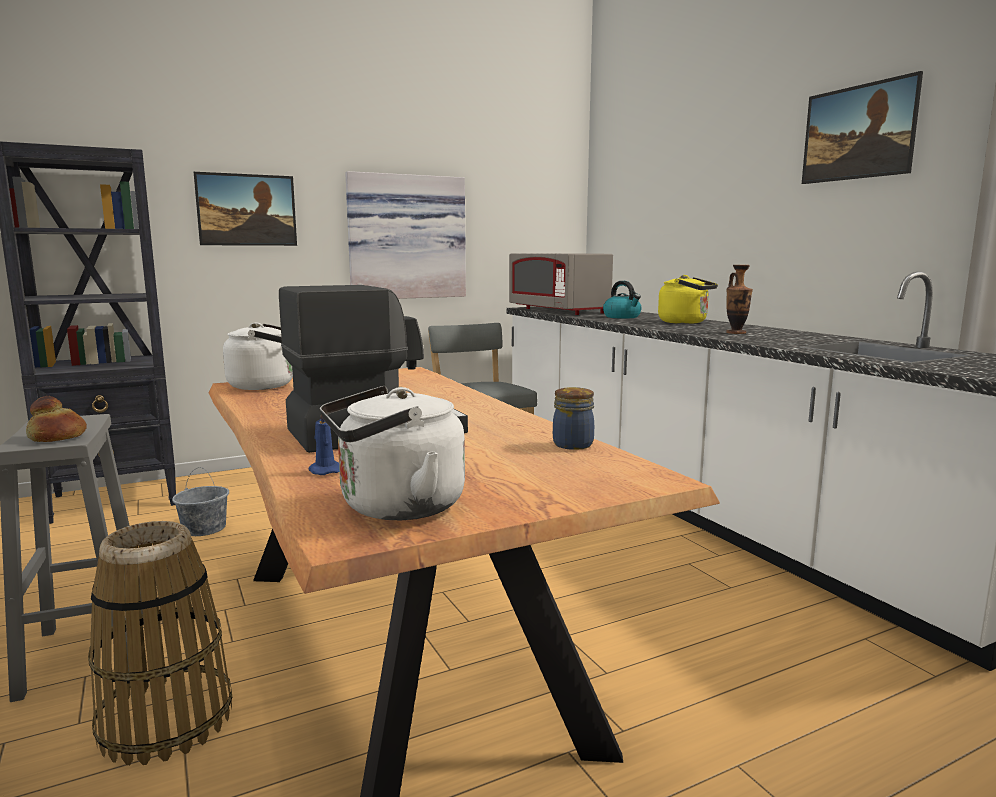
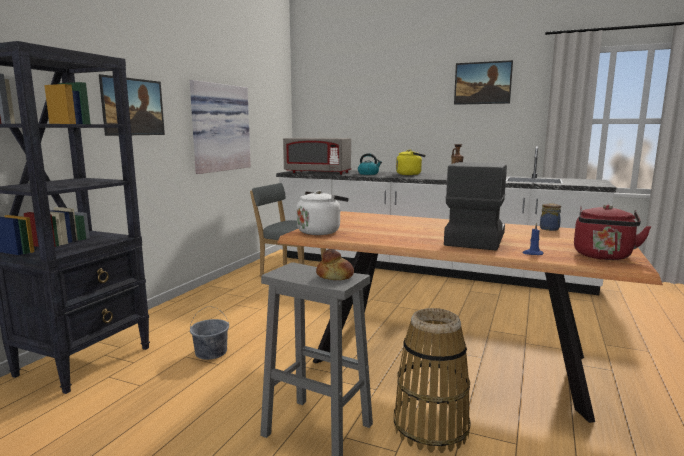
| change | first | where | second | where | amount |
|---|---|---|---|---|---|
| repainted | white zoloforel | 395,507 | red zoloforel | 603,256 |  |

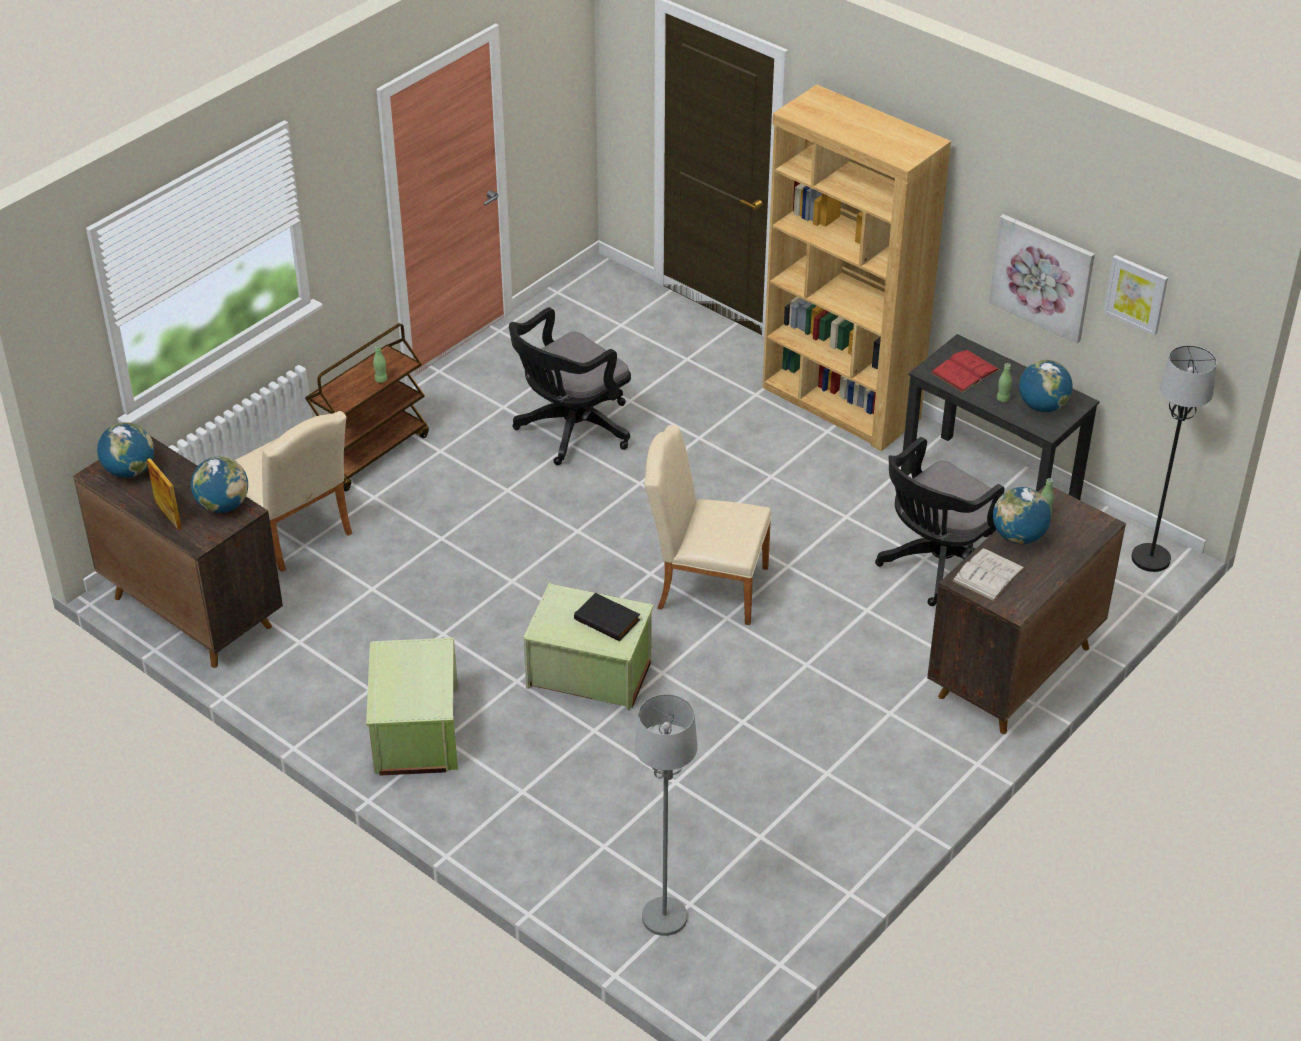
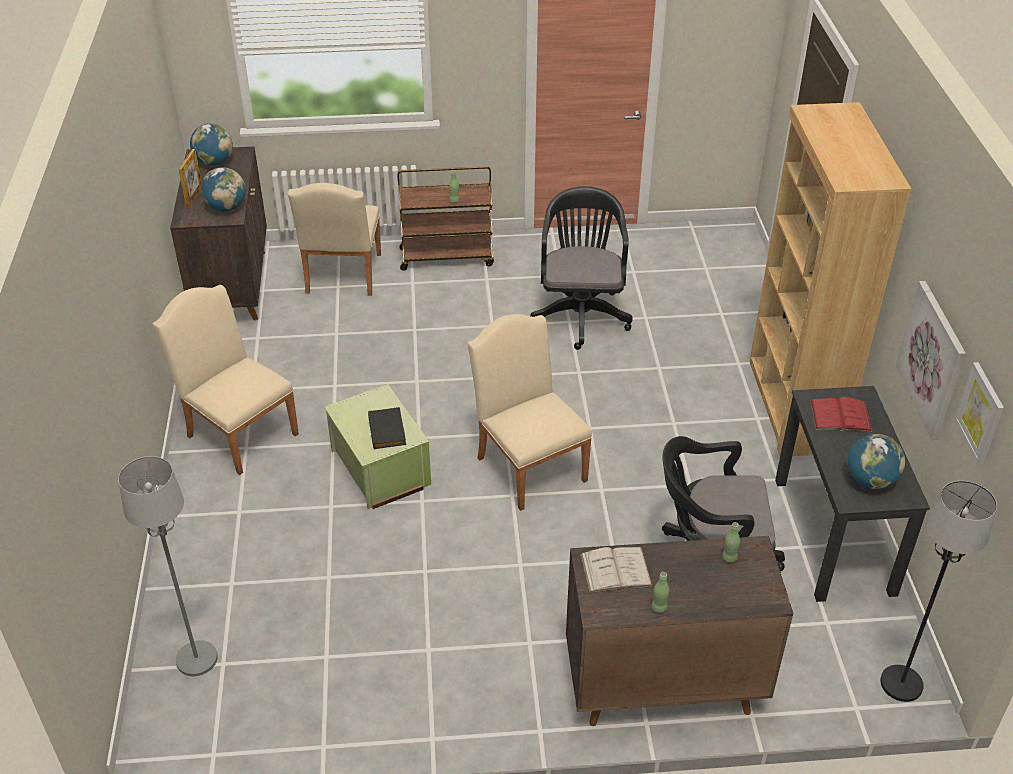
| change | first | where | second | where | amount |
|---|---|---|---|---|---|
| swapped | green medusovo | 415,731 | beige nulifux | 238,431 |  |
| rotated | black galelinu | 570,431 |  | 580,313 | 90 degrees clockwise |
| gone | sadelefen | 1018,537 |  |  |  |
| shifted | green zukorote | 1002,399 |  | 659,607 |  |

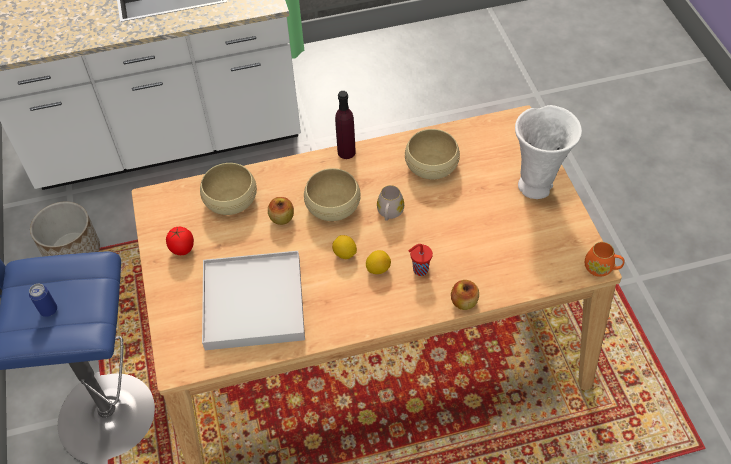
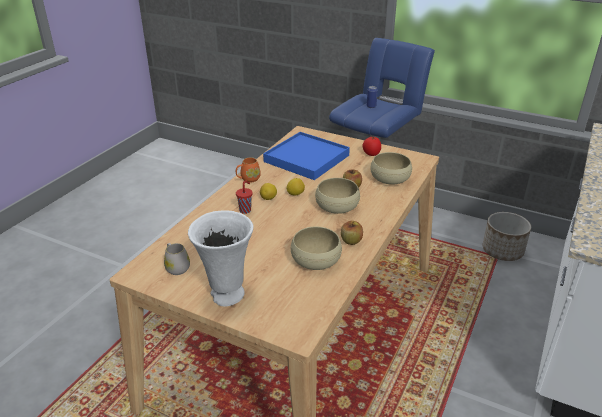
| change | first | where | second | where | amount |
|---|---|---|---|---|---|
| repainted | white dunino | 253,303 | blue dunino | 307,158 |  |
| gone | purple zukorote | 346,152 |  |  |  |
| shifted | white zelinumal | 389,213 |  | 176,267 |  |
| shifted | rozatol | 464,302 |  | 351,241 |  |
| shifted | orange zelinumal | 601,268 |  | 248,179 |  |

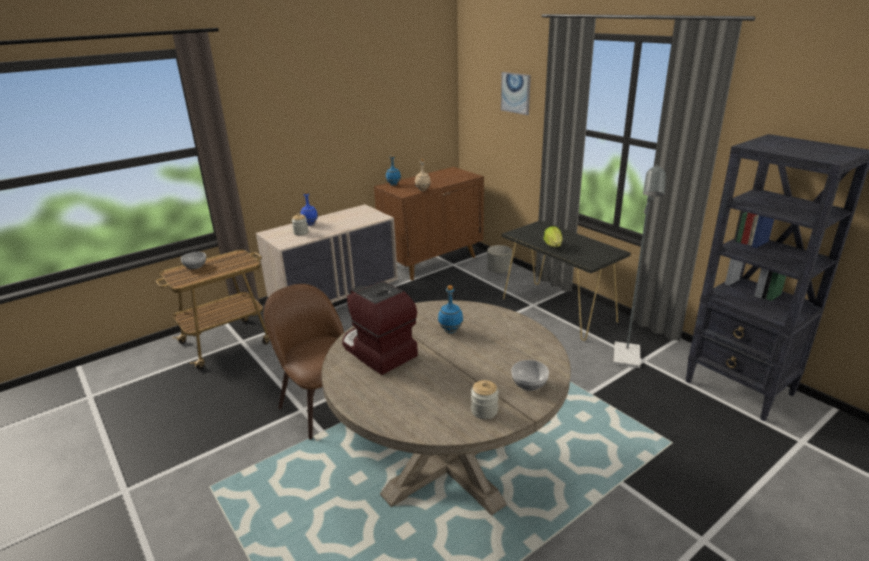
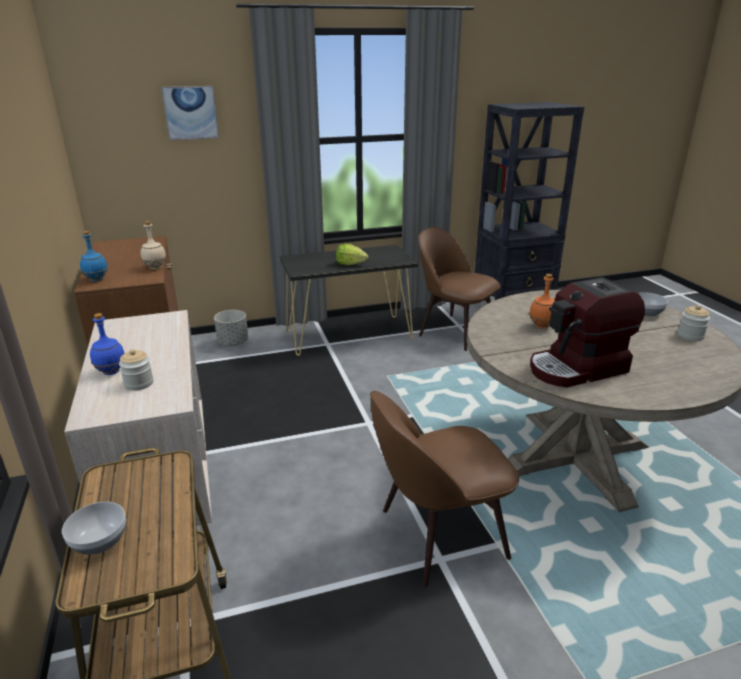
| change | first | where | second | where | amount |
|---|---|---|---|---|---|
| repainted | blue zukorote | 450,330 | orange zukorote | 542,326 |  |
| swapped | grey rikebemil | 626,360 | brown nulifux | 454,331 |  |

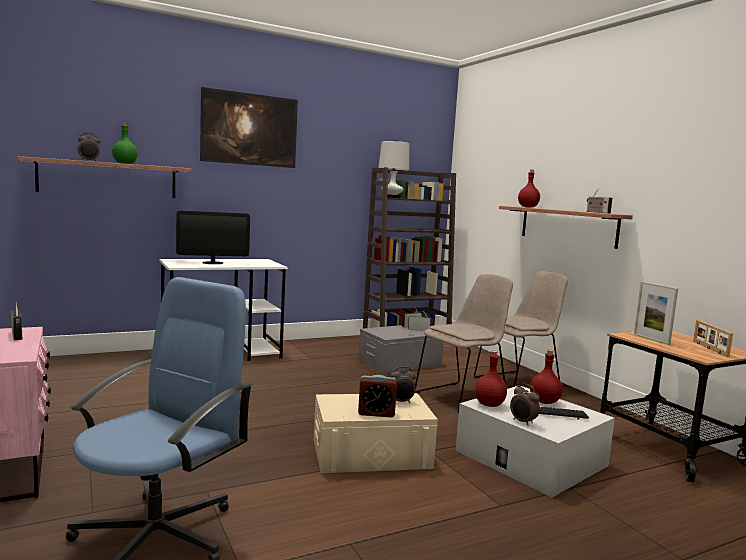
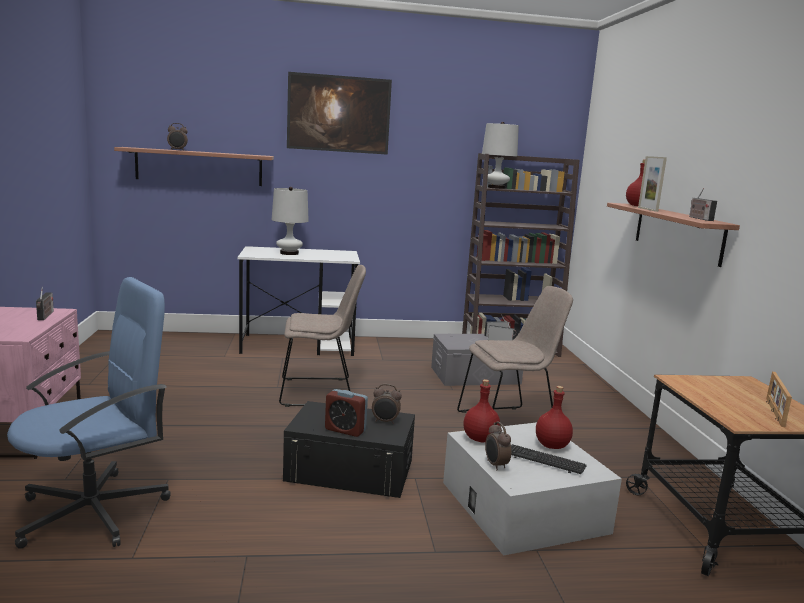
| change | first | where | second | where | amount |
|---|---|---|---|---|---|
| gone | green zukorote | 125,163 |  |  |  |
| swapped | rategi | 212,263 | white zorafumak | 289,253 |  |
| repainted | beige medusovo | 371,454 | black medusovo | 350,470 |  |
| shifted | beige nulifux | 518,384 |  | 320,392 |  |
| shifted | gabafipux | 651,339 |  | 647,209 |  |

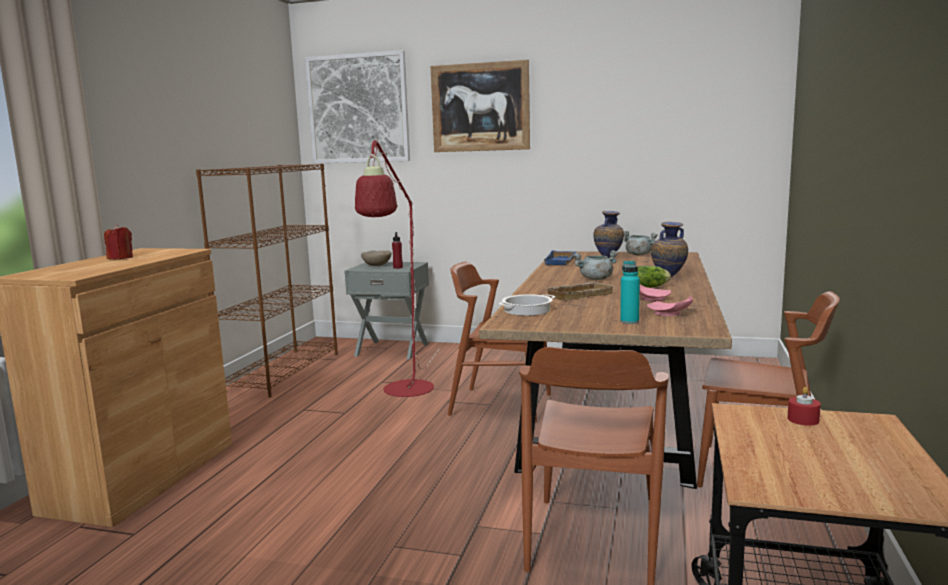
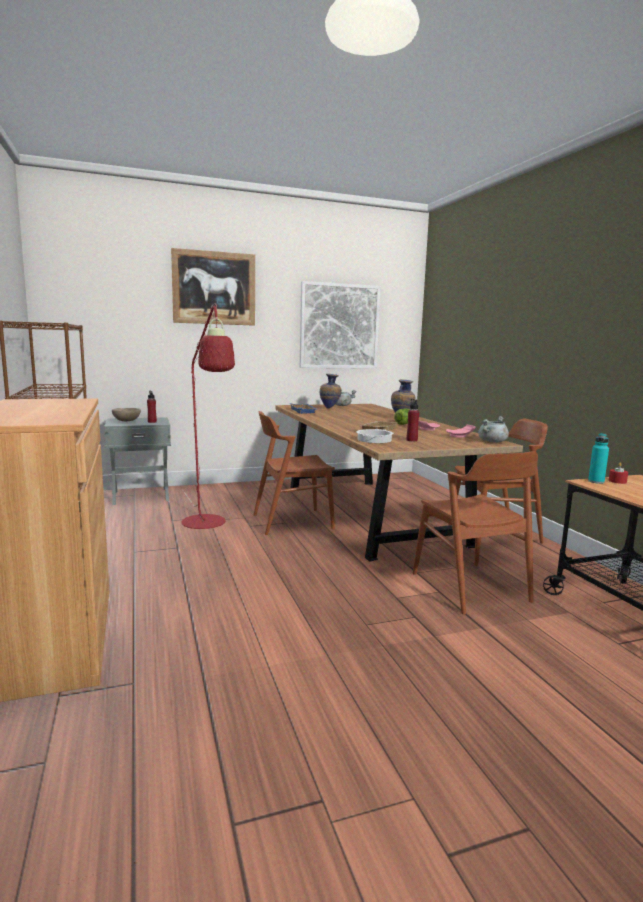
| change | first | where | second | where | amount |
|---|---|---|---|---|---|
| gone | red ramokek | 120,258 |  |  |  |
| shifted | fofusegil | 358,109 |  | 339,326 |  |
| shifted | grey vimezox | 596,279 |  | 492,442 |  |
| shifted | turquoise zukorote | 629,321 |  | 596,481 |  |
| new |  |  | red zukorote | 411,440 |  |

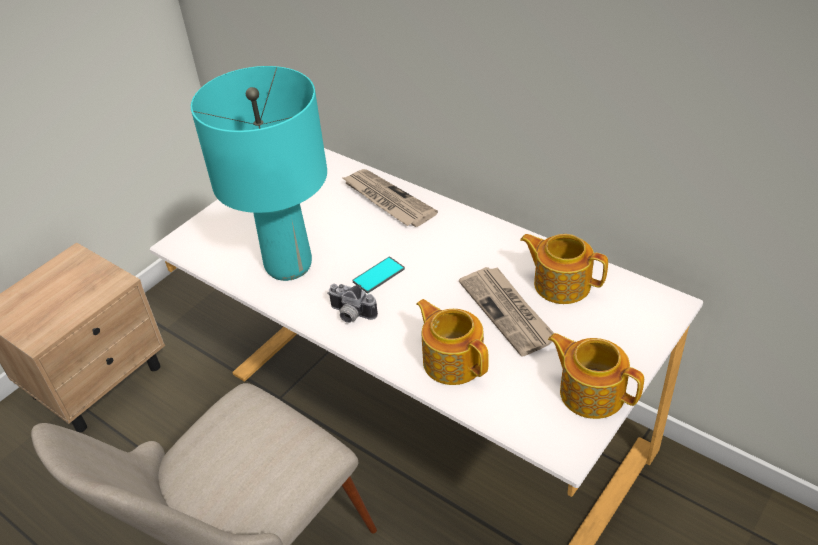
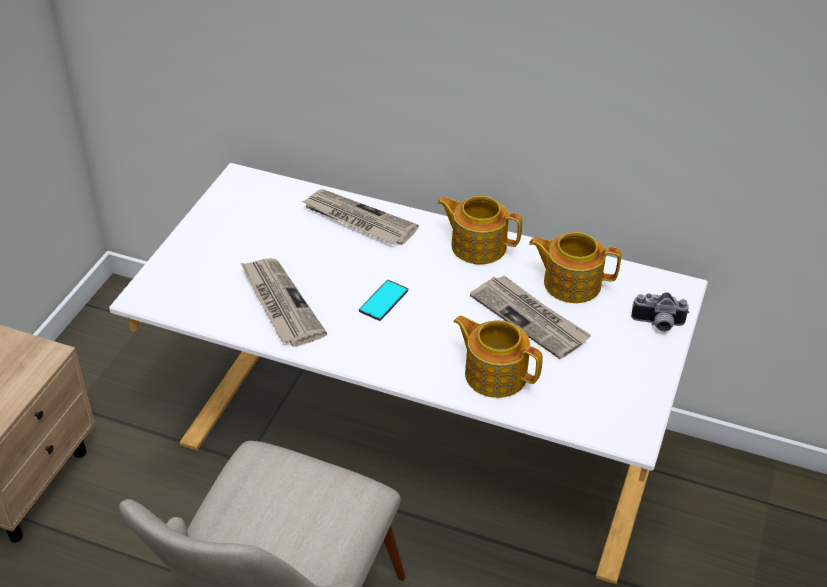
| change | first | where | second | where | amount |
|---|---|---|---|---|---|
| swapped | turquoise zorafumak | 288,265 | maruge | 280,304 |  |
| shifted | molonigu | 350,315 |  | 657,324 |  |
| shifted | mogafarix | 591,392 |  | 477,245 |  |

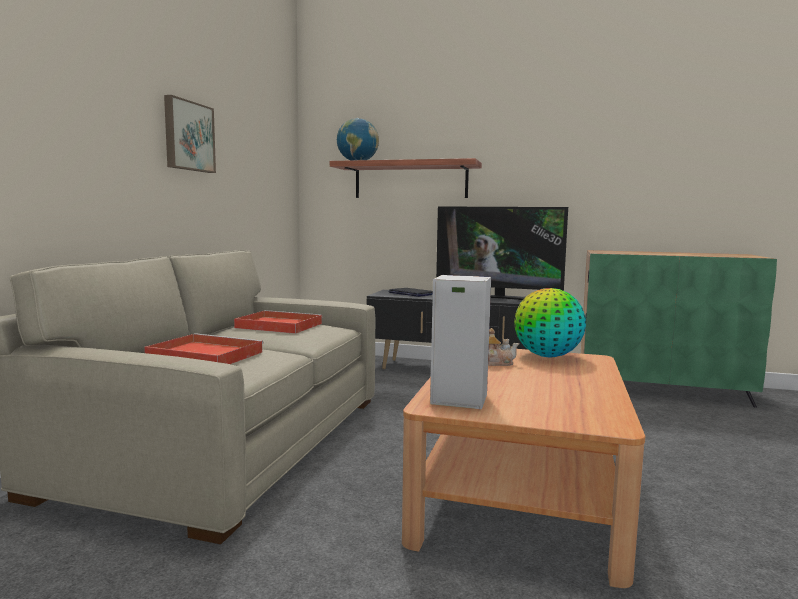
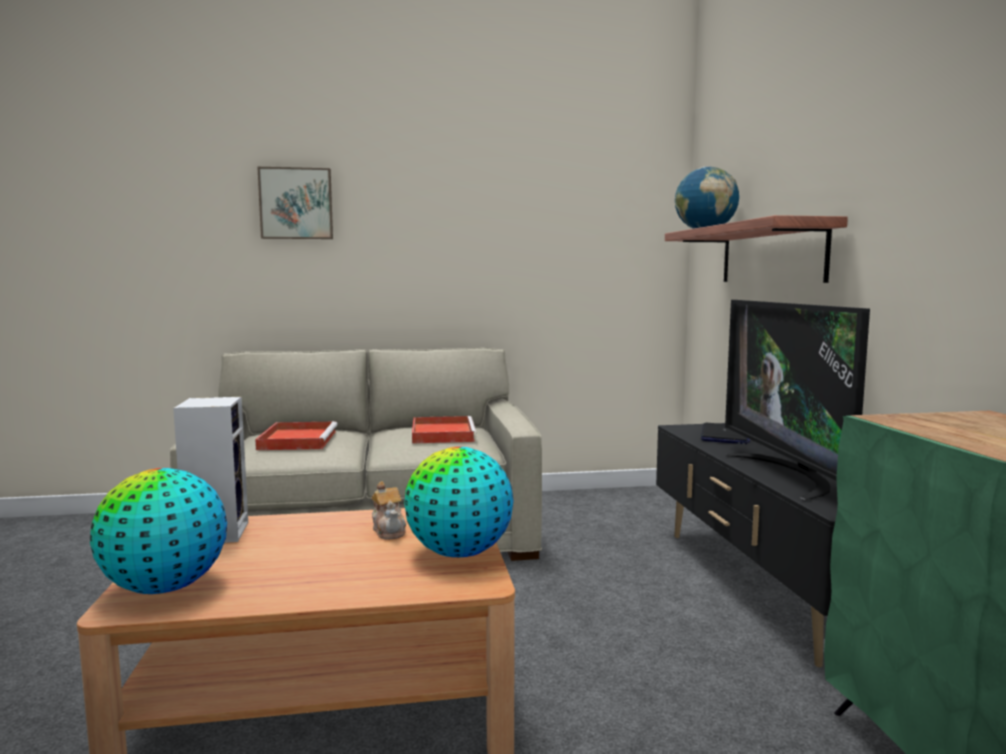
| change | first | where | second | where | amount |
|---|---|---|---|---|---|
| shifted | fofusegil | 188,136 |  | 296,204 |  |
| new |  |  | sadelefen | 164,588 |  |

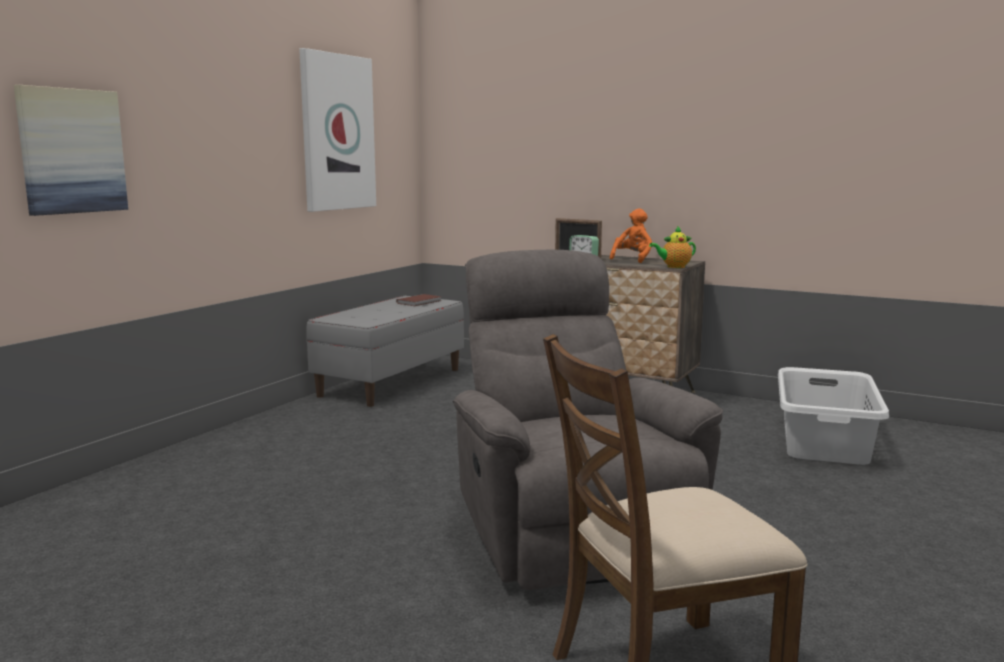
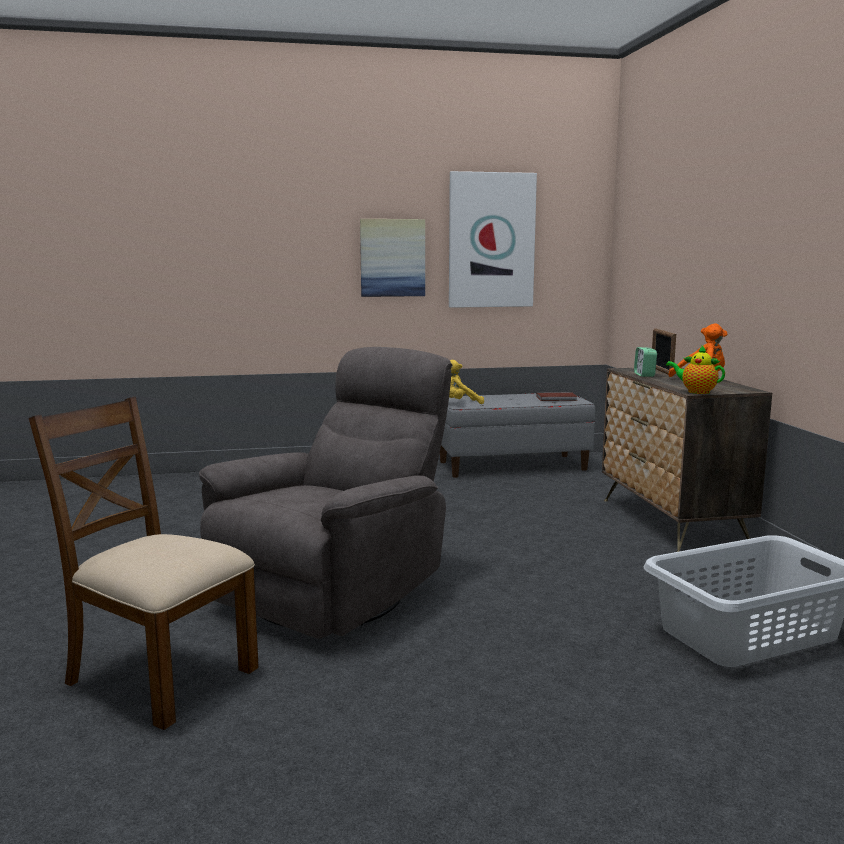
| change | first | where | second | where | amount |
|---|---|---|---|---|---|
| shifted | fofusegil | 72,151 |  | 392,258 |  |
| new |  |  | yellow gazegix | 460,404 |  |

